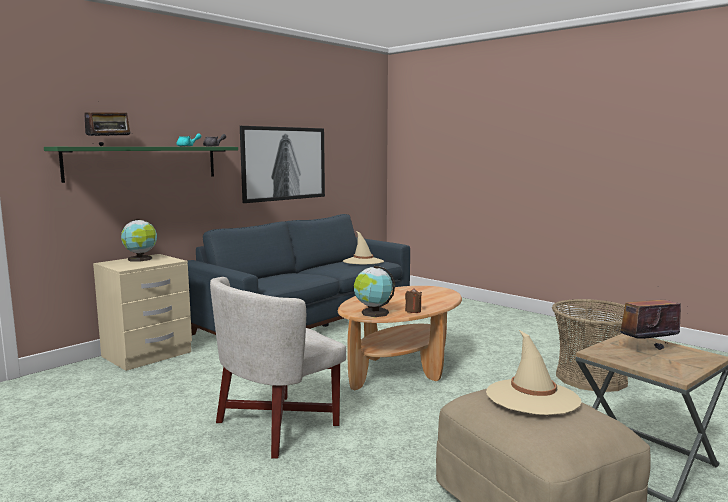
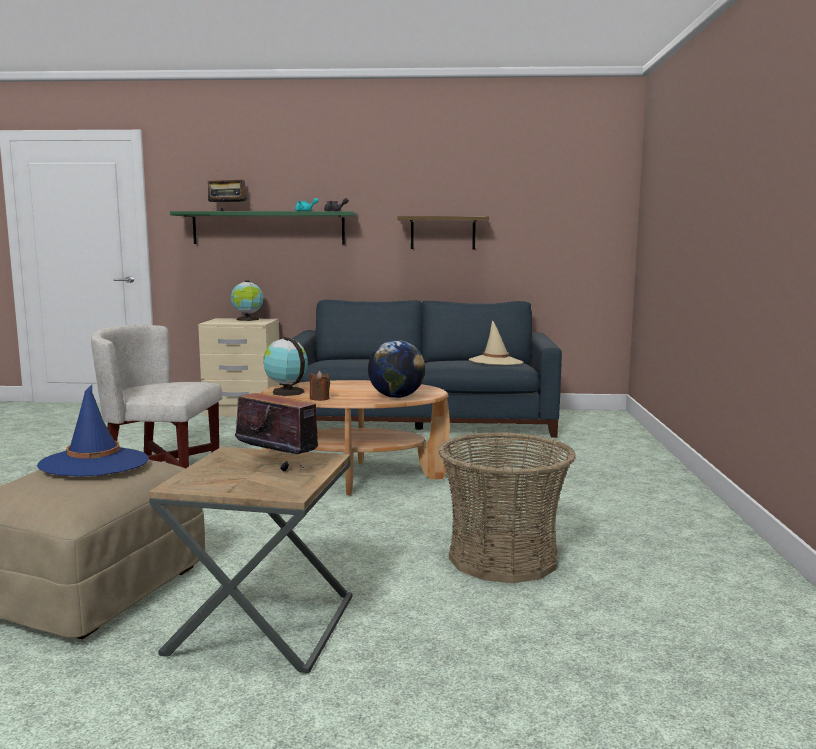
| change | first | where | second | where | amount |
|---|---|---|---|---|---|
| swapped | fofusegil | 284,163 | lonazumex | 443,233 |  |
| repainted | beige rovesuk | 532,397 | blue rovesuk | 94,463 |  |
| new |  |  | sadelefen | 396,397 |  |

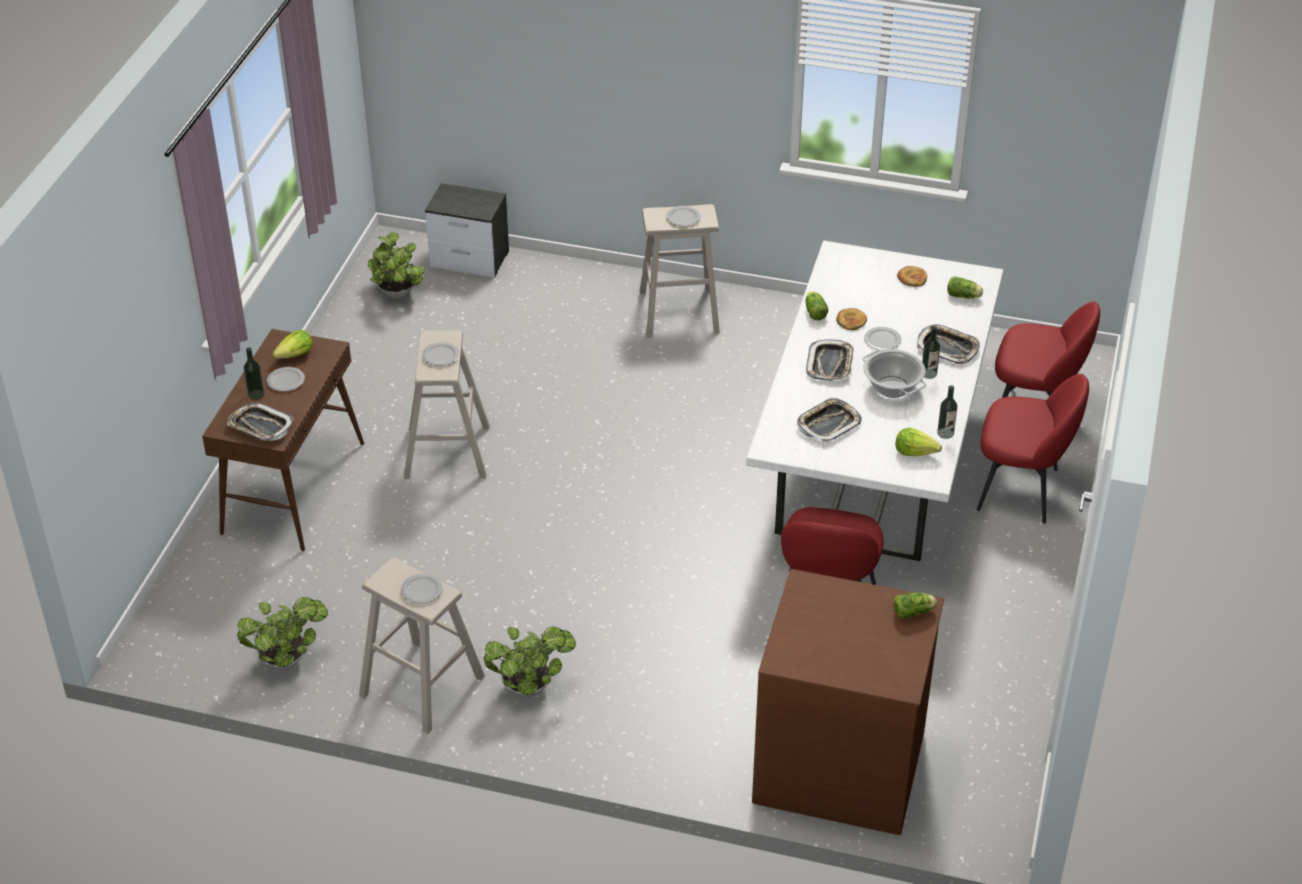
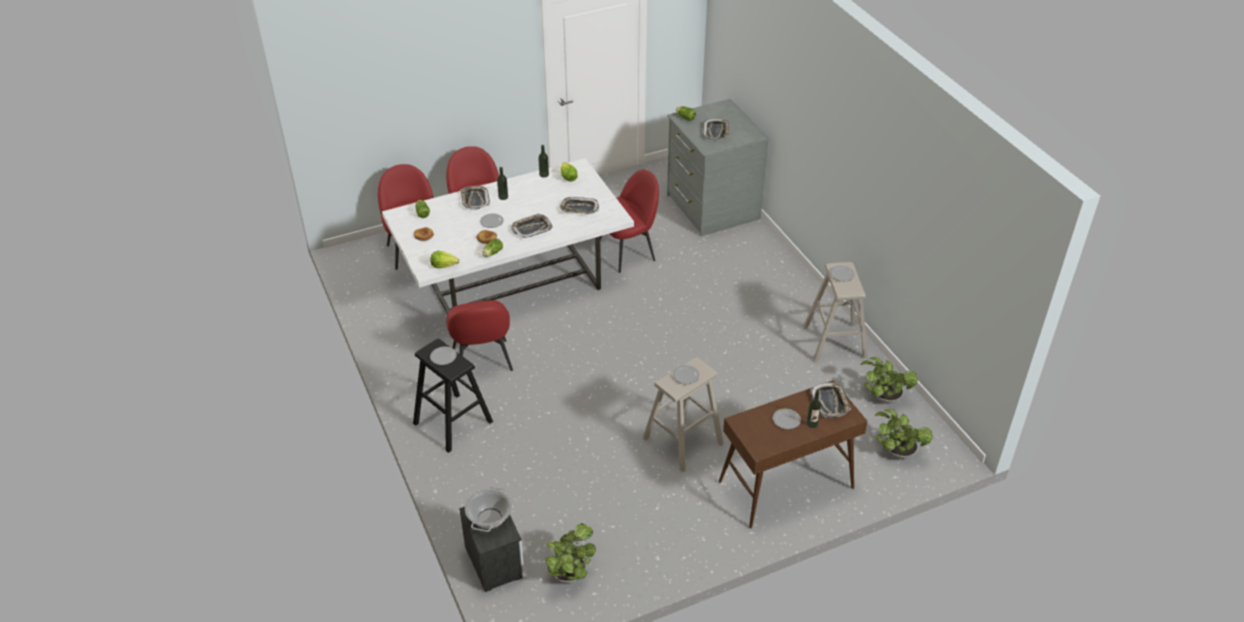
| change | first | where | second | where | amount |
|---|---|---|---|---|---|
| shifted | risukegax | 295,355 |  | 444,265 |  |
| shifted | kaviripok | 531,686 |  | 897,451 |  |
| repainted | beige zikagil | 679,312 | black zikagil | 452,422 |  |
| repainted | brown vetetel | 840,764 | grey vetetel | 711,207 |  |
| shifted | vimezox | 892,387 |  | 489,518 |  |
| new |  |  | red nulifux | 482,361 |  |
| new |  |  | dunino | 716,132 |  |

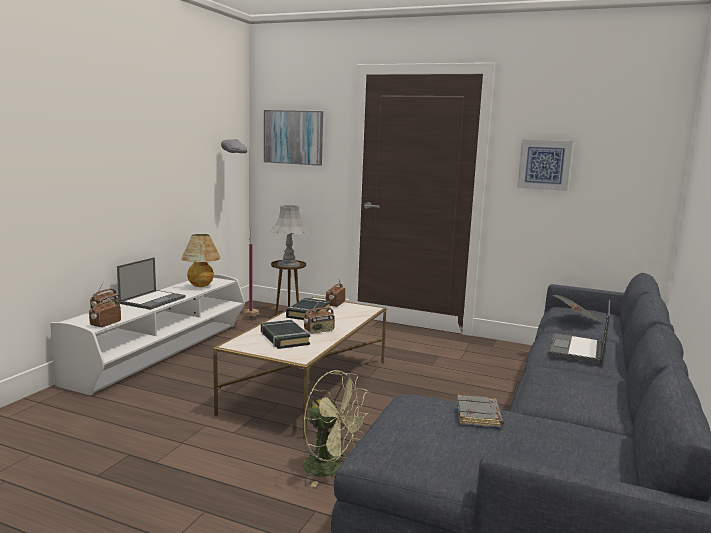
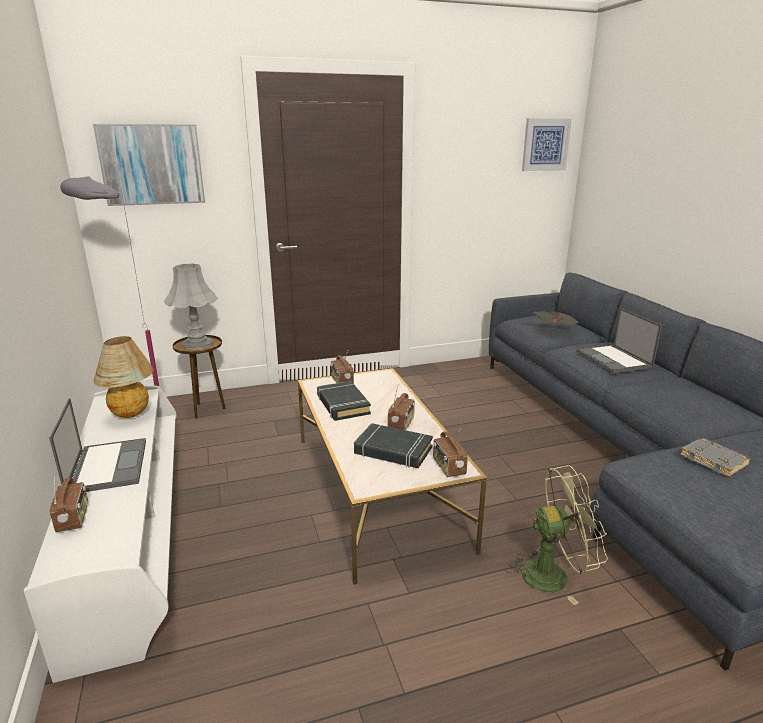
| change | first | where | second | where | amount |
|---|---|---|---|---|---|
| shifted | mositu | 105,324 |  | 448,468 |  |
| shifted | fofusegil | 544,165 |  | 545,144 |  |

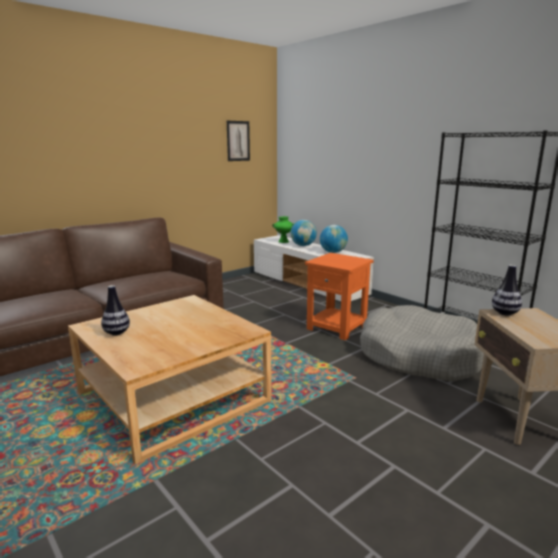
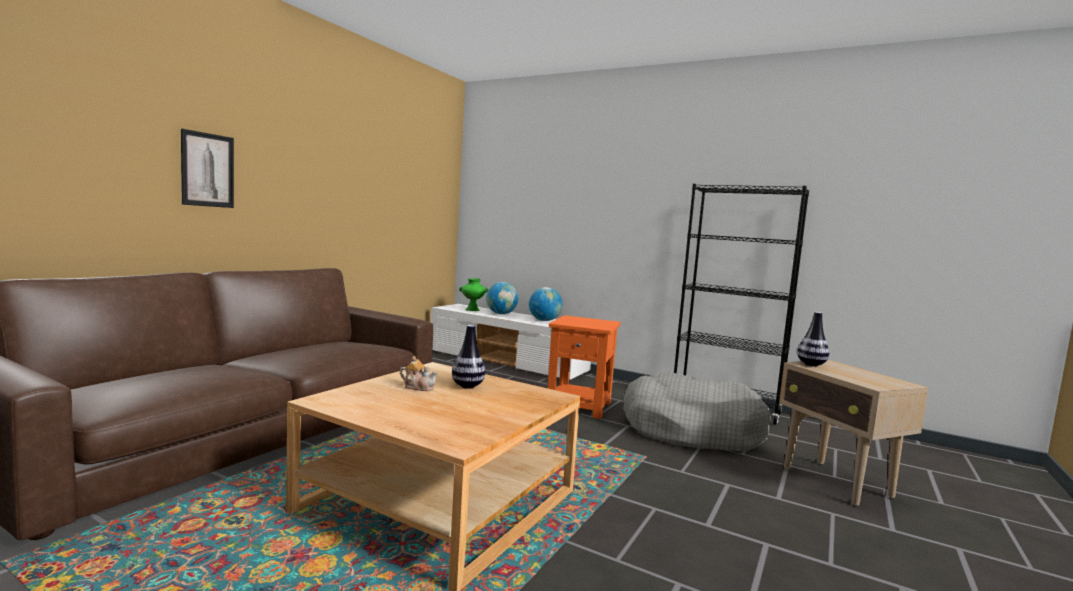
| change | first | where | second | where | amount |
|---|---|---|---|---|---|
| shifted | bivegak | 116,333 |  | 467,386 |  |
| shifted | fofusegil | 238,141 |  | 207,170 |  |
| new |  |  | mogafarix | 418,387 |  |

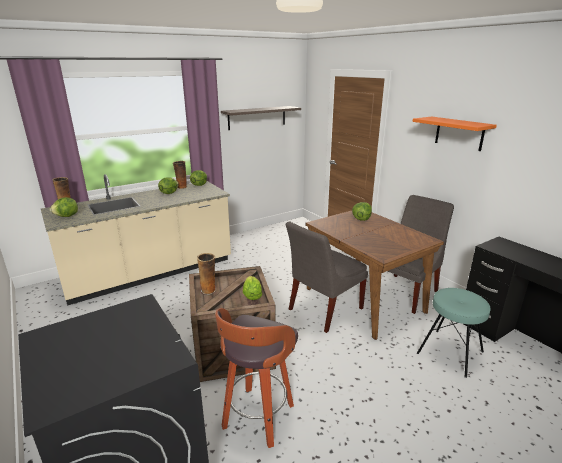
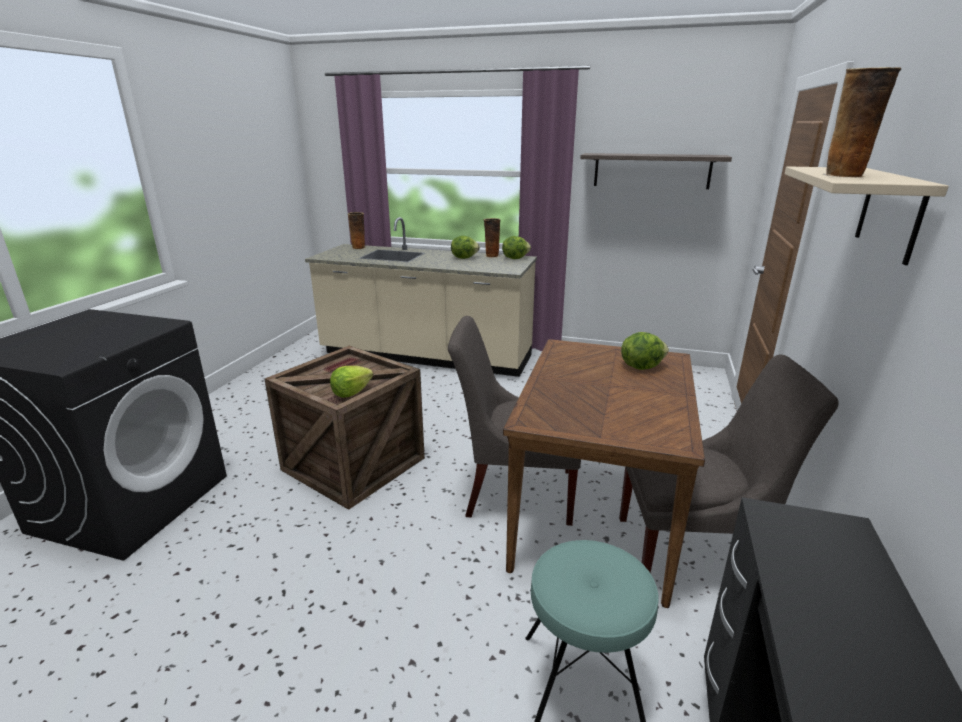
| change | first | where | second | where | amount |
|---|---|---|---|---|---|
| gone | risukegax | 67,216 |  |  |  |
| shifted | bivegak | 209,290 |  | 845,176 |  |
| gone | zikagil | 257,418 |  |  |  |
| repainted | orange lonazumex | 459,133 | beige lonazumex | 890,213 |  |

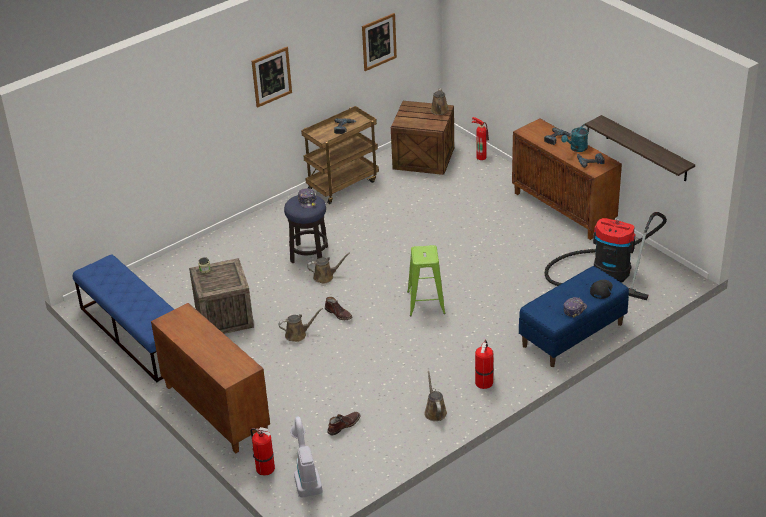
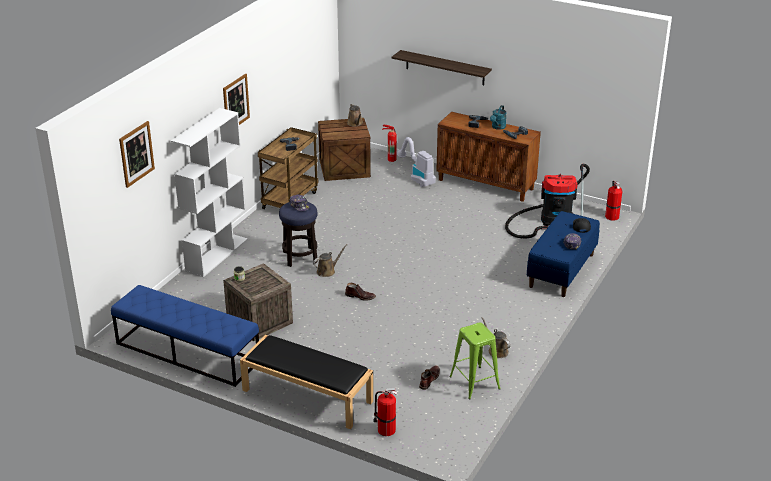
| change | first | where | second | where | amount |
|---|---|---|---|---|---|
| swapped | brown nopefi | 214,410 | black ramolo | 306,396 |  |
| gone | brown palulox | 298,334 |  |  |  |
| shifted | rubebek | 305,475 |  | 416,177 |  |
| shifted | fofusegil | 378,41 |  | 136,154 |  |
| shifted | green zikagil | 426,302 |  | 474,382 |  |
| shifted | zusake | 484,382 |  | 611,216 |  |
| shifted | lonazumex | 646,149 |  | 445,68 |  |
| new |  |  | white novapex | 217,255 |  |

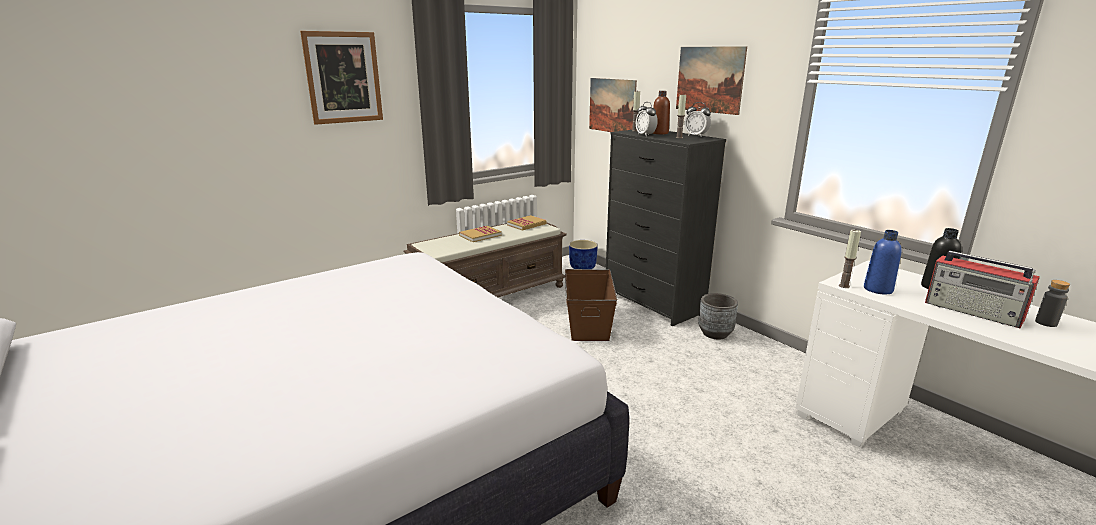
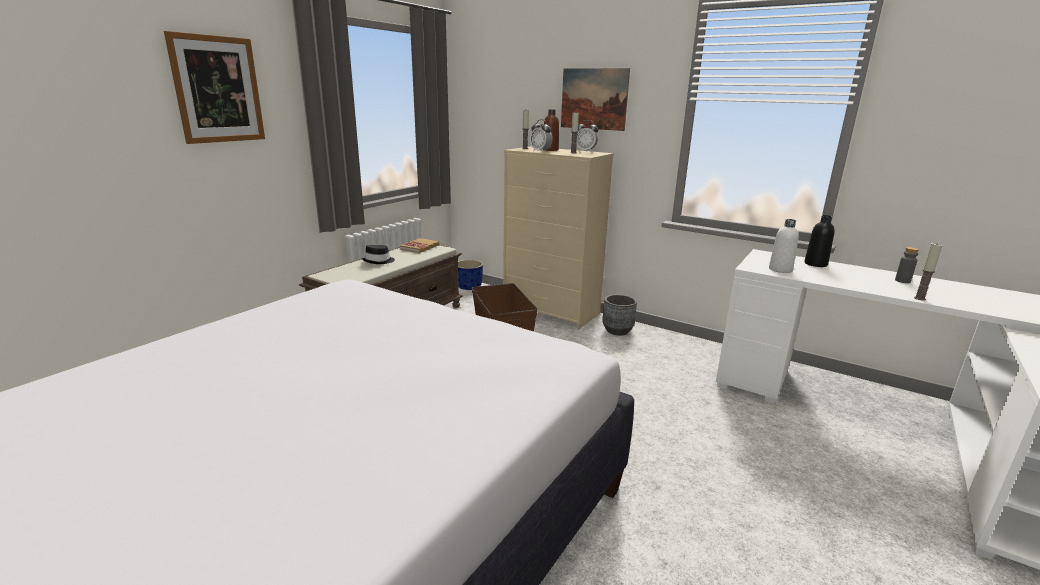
| change | first | where | second | where | amount |
|---|---|---|---|---|---|
| swapped | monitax | 480,235 | black rovesuk | 379,261 |  |
| gone | fofusegil | 612,105 |  |  |  |
| repainted | black vetetel | 654,303 | beige vetetel | 552,311 |  |
| shifted | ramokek | 844,286 |  | 919,298 |  |
| repainted | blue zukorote | 878,289 | white zukorote | 780,270 |  |
| gone | mositu | 974,312 |  |  |  |

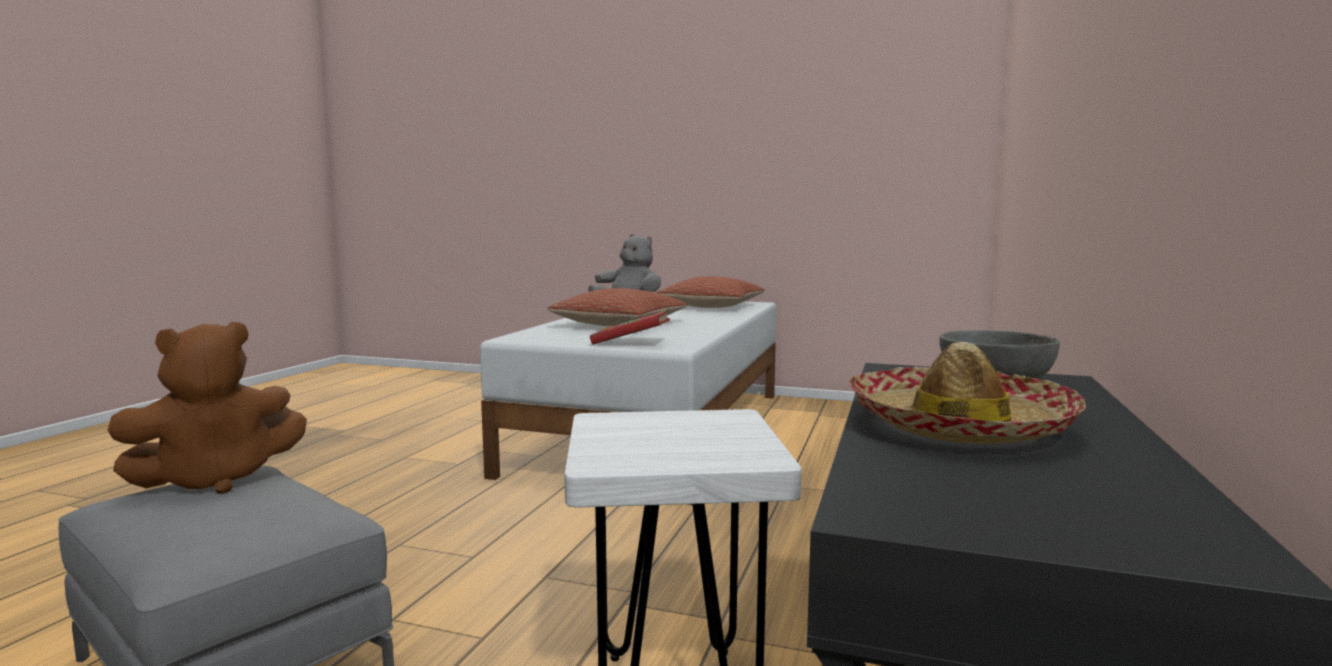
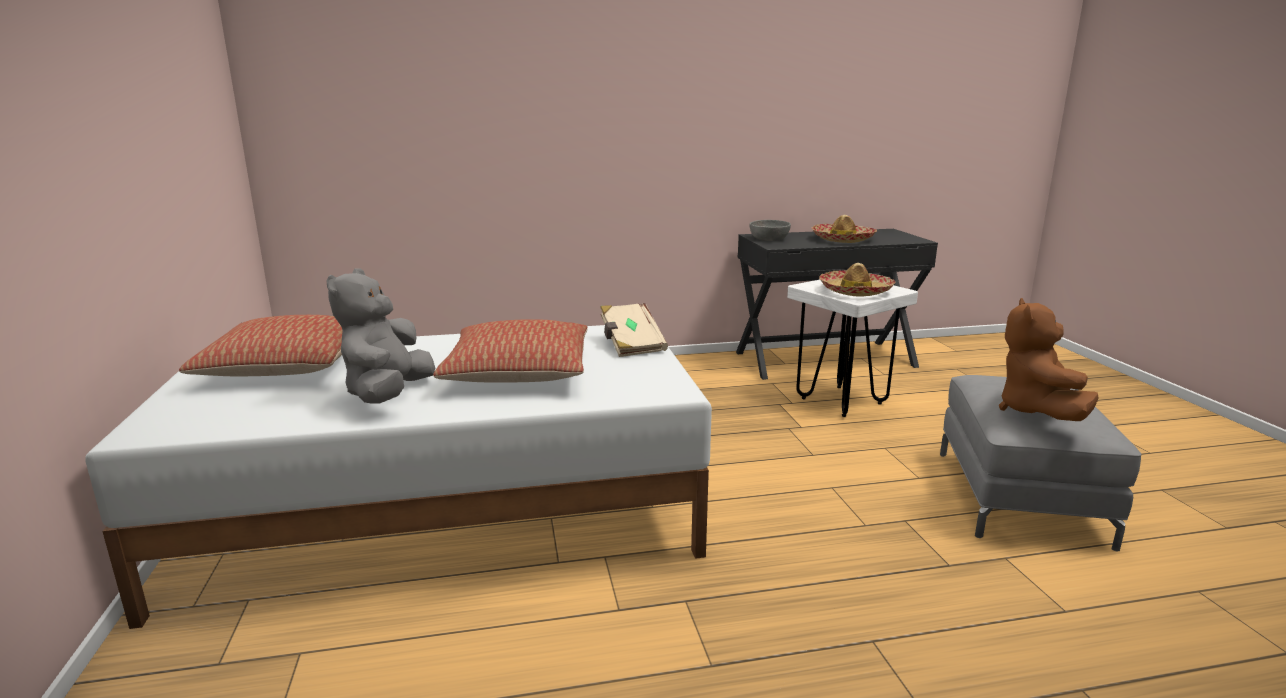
| change | first | where | second | where | amount |
|---|---|---|---|---|---|
| rotated | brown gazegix | 216,480 |  | 1036,411 | 105 degrees counterclockwise |
| repainted | red monitax | 630,343 | beige monitax | 631,344 |  |
| new |  |  | rovesuk | 855,291 |  |

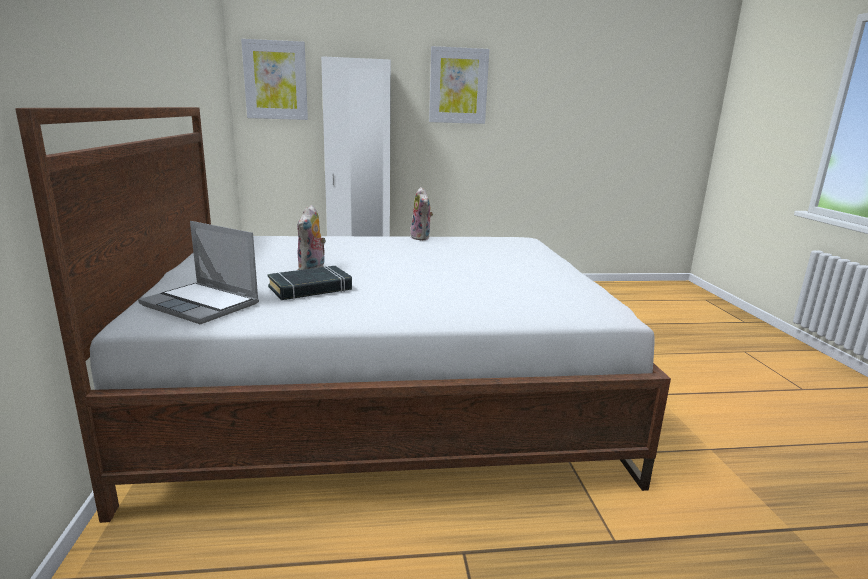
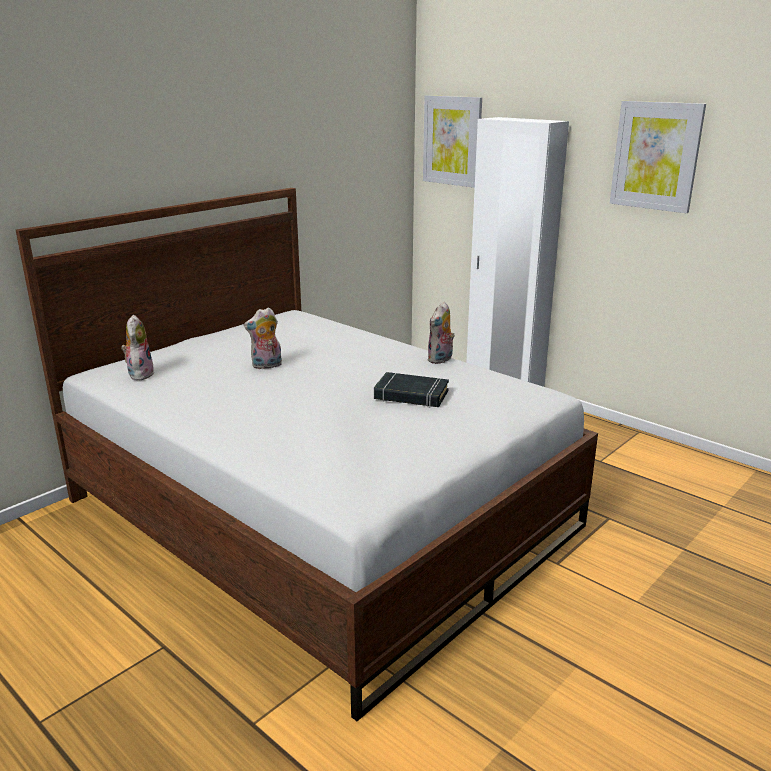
| change | first | where | second | where | amount |
|---|---|---|---|---|---|
| swapped | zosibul | 202,304 | gazegix | 139,374 |  |
| shifted | black monitax | 310,289 |  | 411,395 |  |

